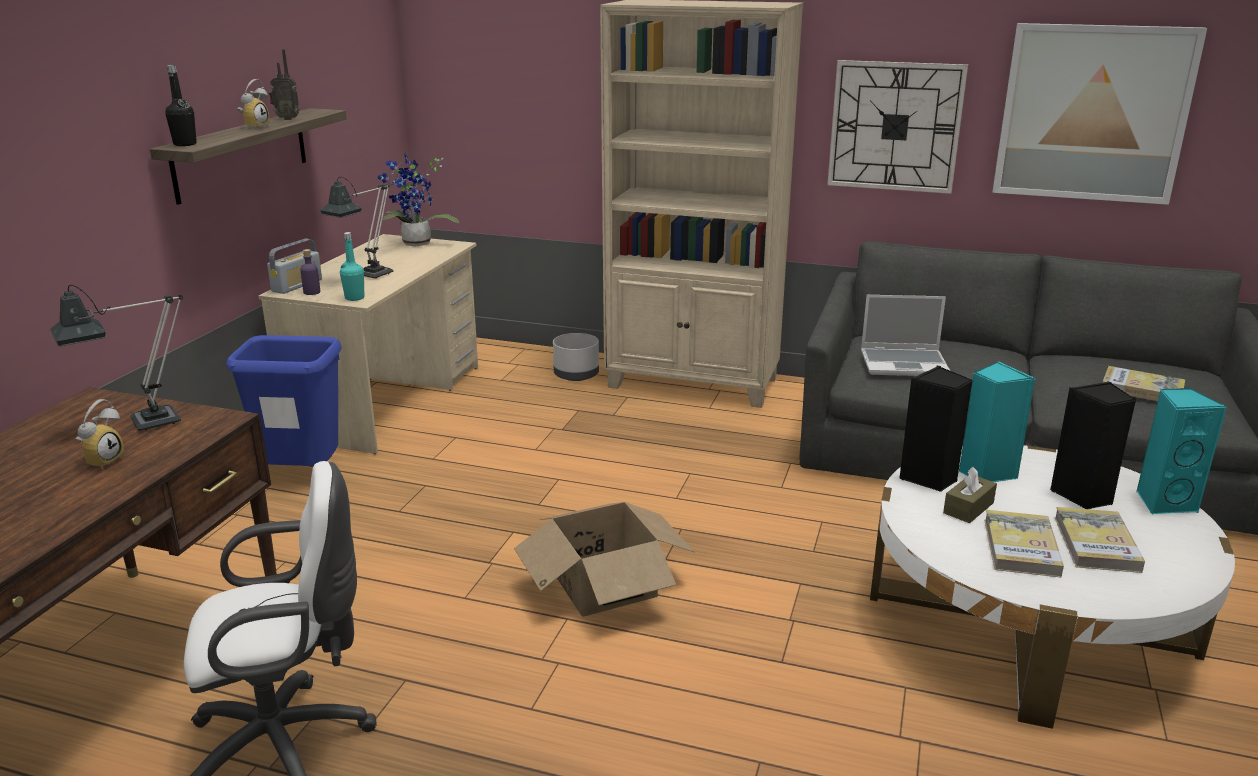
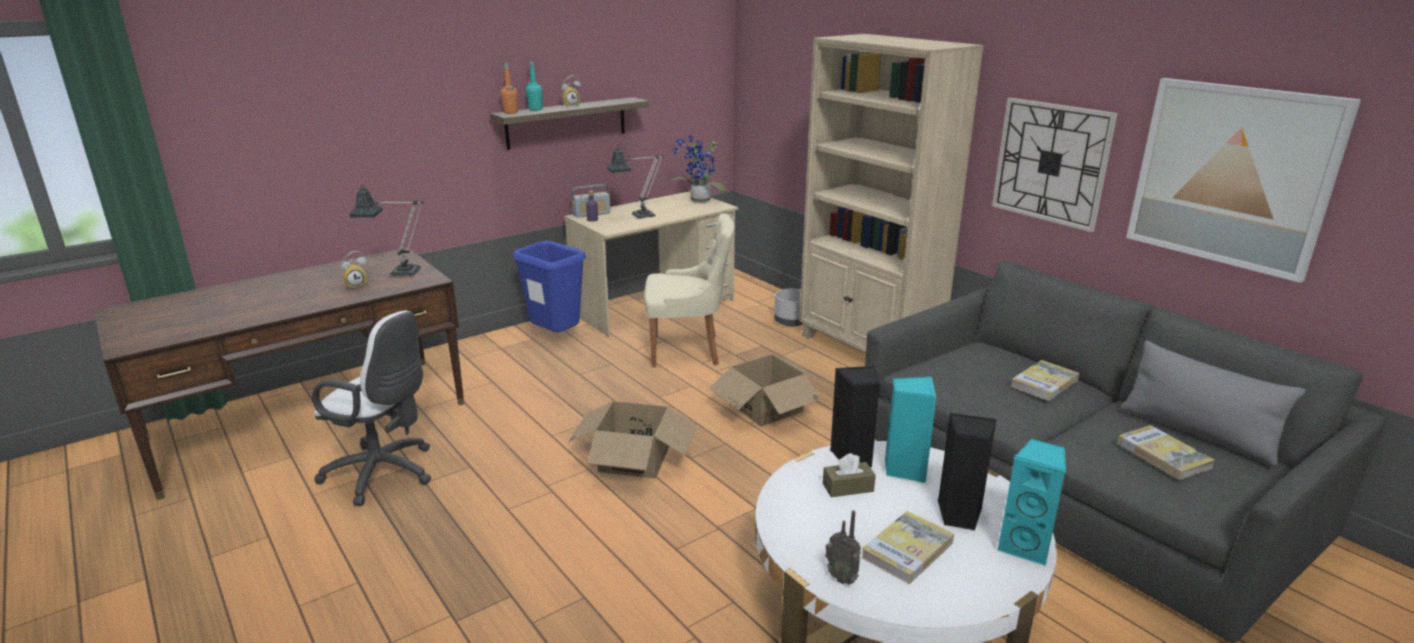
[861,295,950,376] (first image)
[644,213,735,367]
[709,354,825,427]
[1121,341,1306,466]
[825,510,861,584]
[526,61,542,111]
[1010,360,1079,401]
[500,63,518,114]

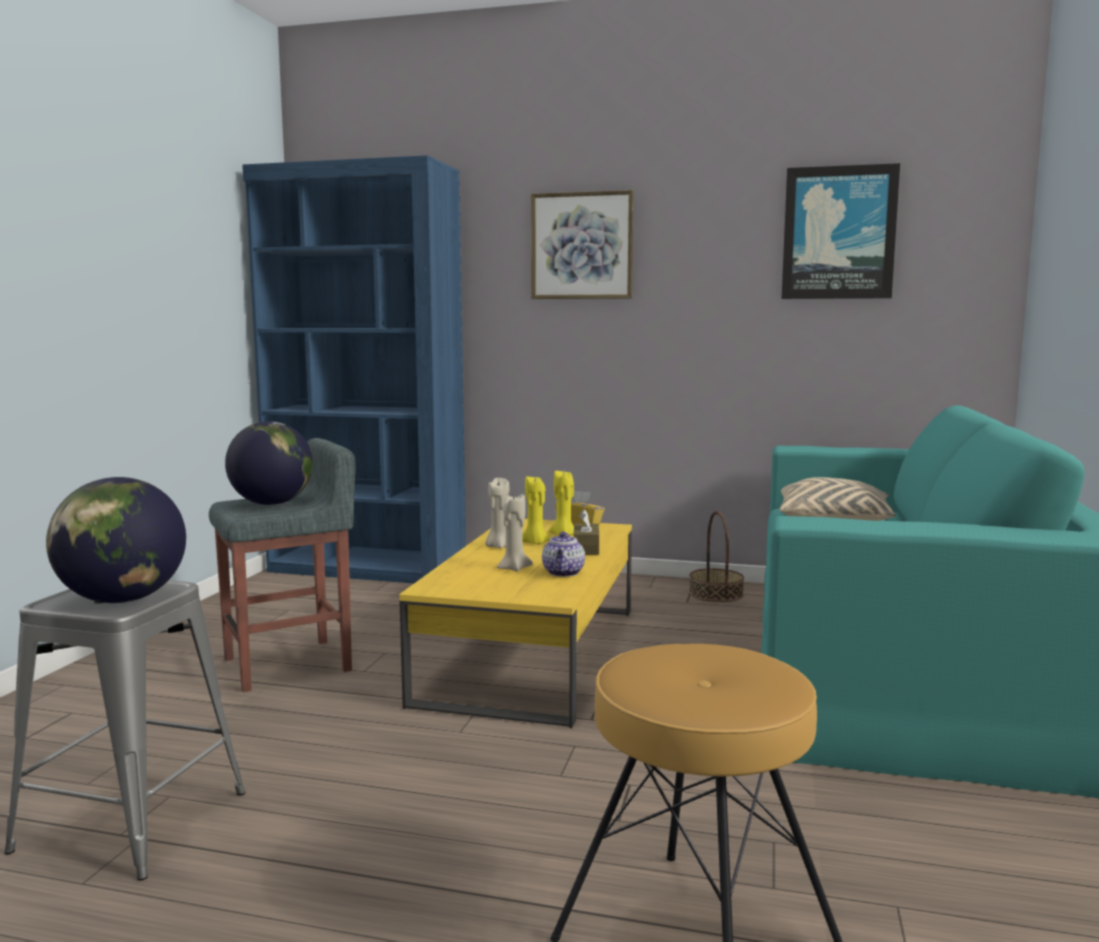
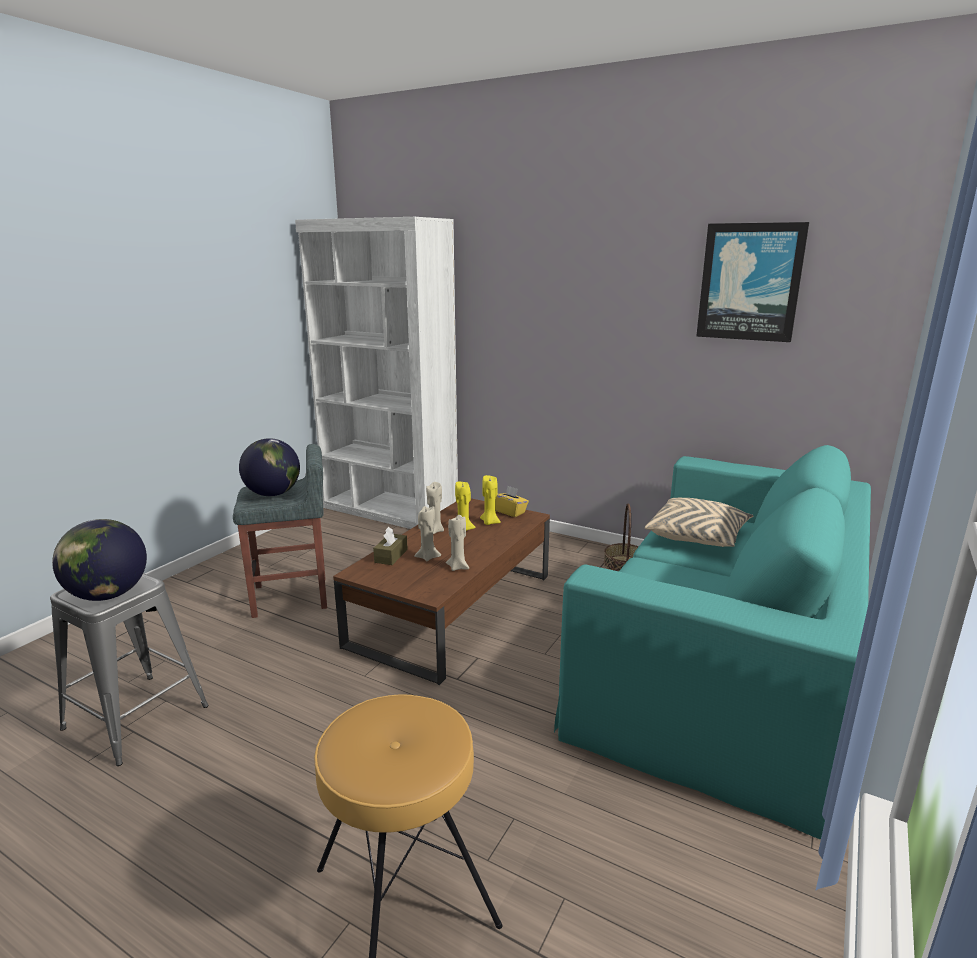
[531,190,634,299] (first image)
[373,527,408,565]
[446,515,469,571]
[295,217,458,529]
[333,498,550,685]

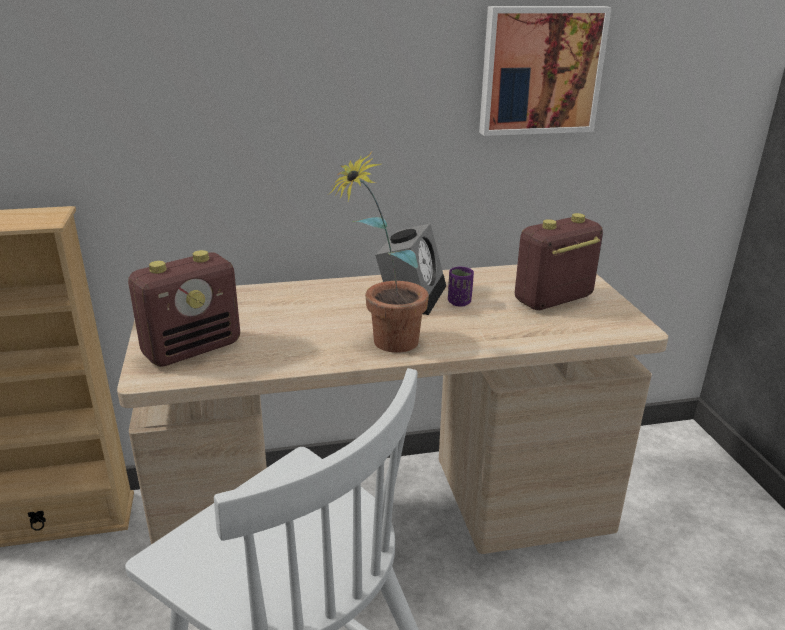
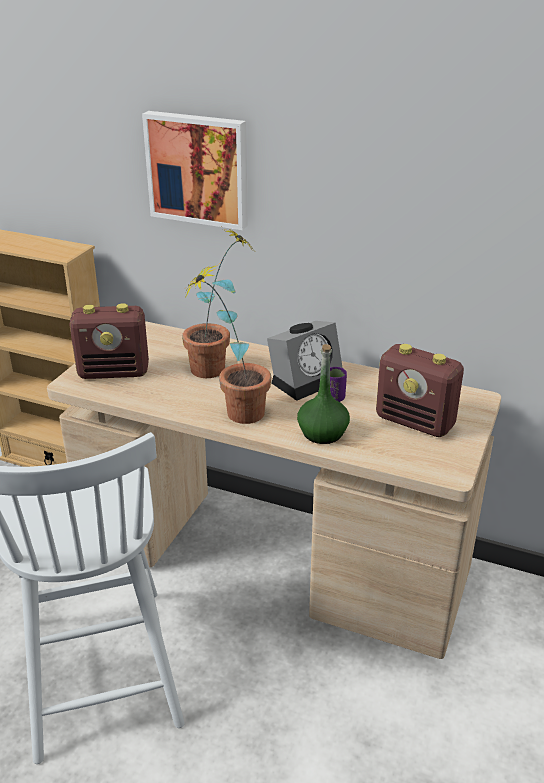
[182,227,253,378]
[297,344,350,444]
[142,111,248,230]
[376,344,464,437]

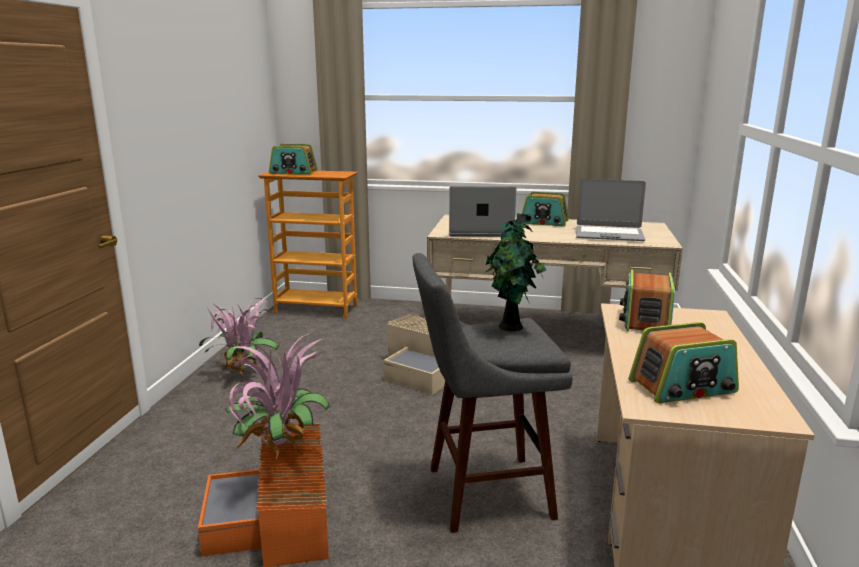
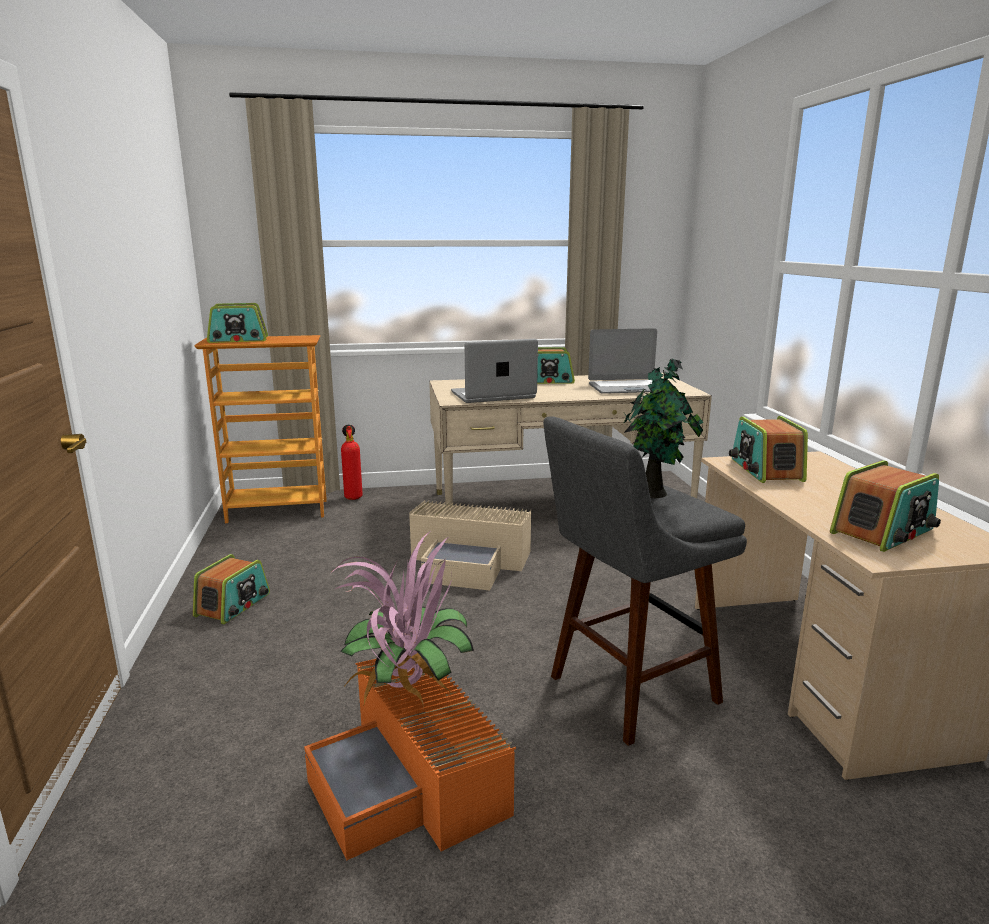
[341,425,363,500]
[193,554,270,624]

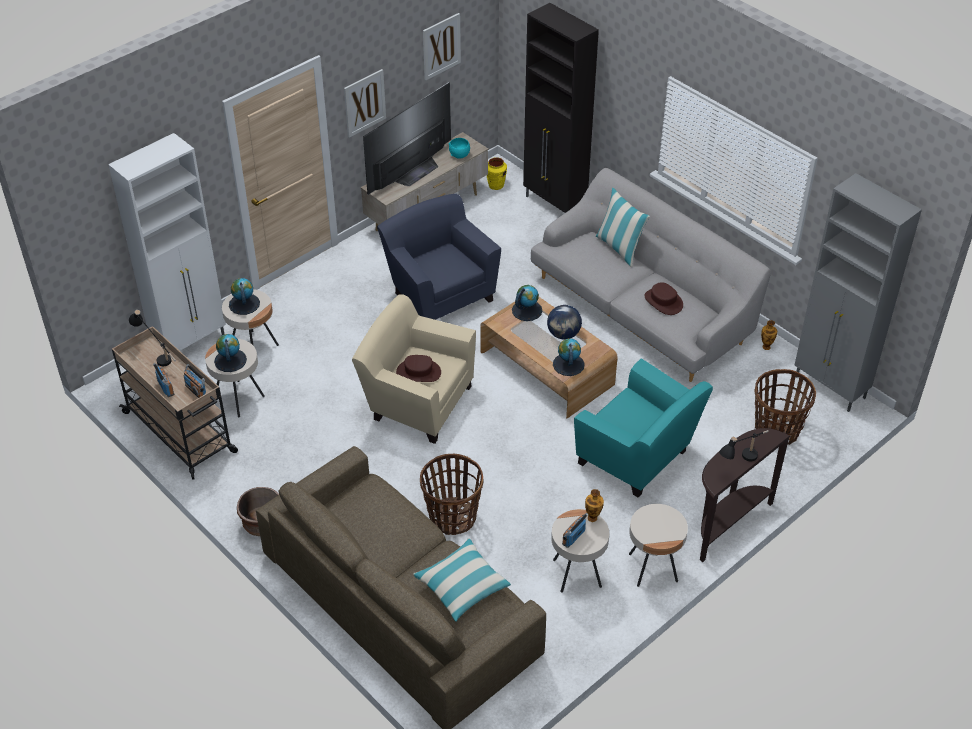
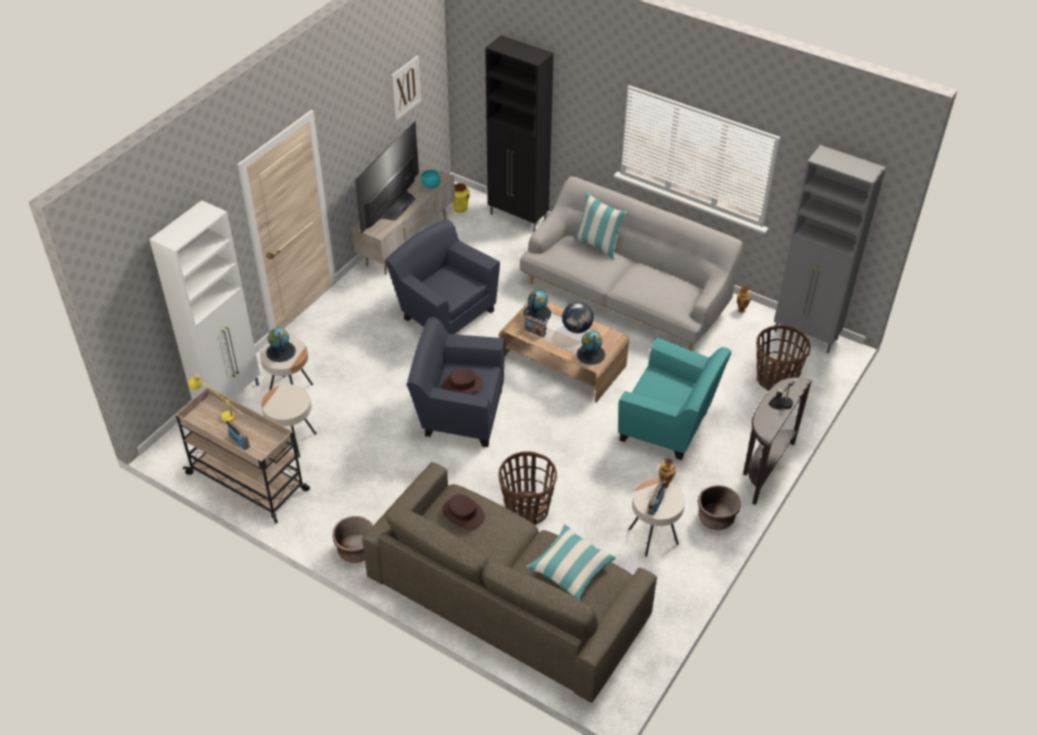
[214,334,247,372] (first image)
[344,69,386,138] (first image)
[524,310,548,337]
[442,494,485,530]
[698,485,741,530]
[188,373,244,422]
[407,317,505,447]

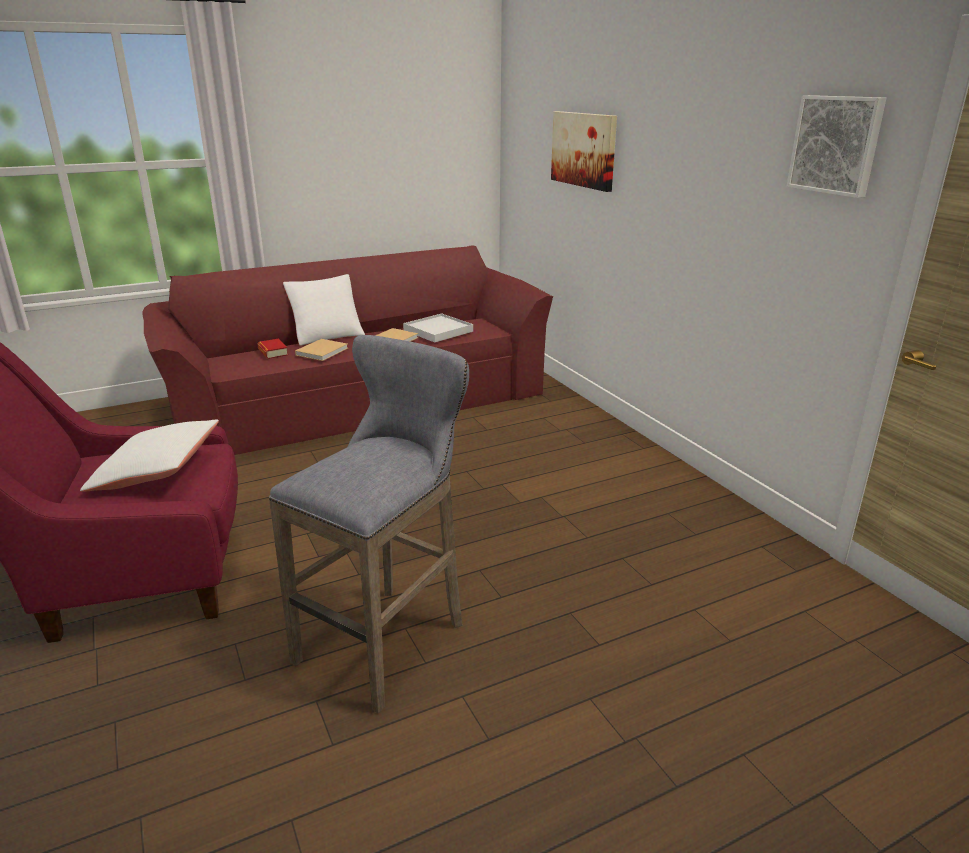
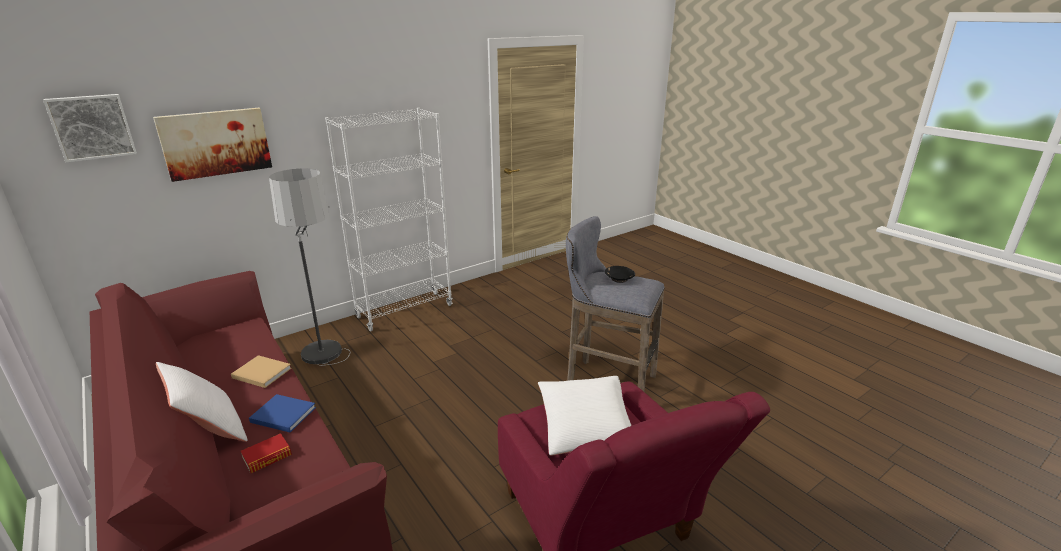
[403,313,473,343] (first image)
[269,168,350,366]
[325,108,453,331]
[605,266,635,283]
[43,94,137,163]
[249,394,316,432]

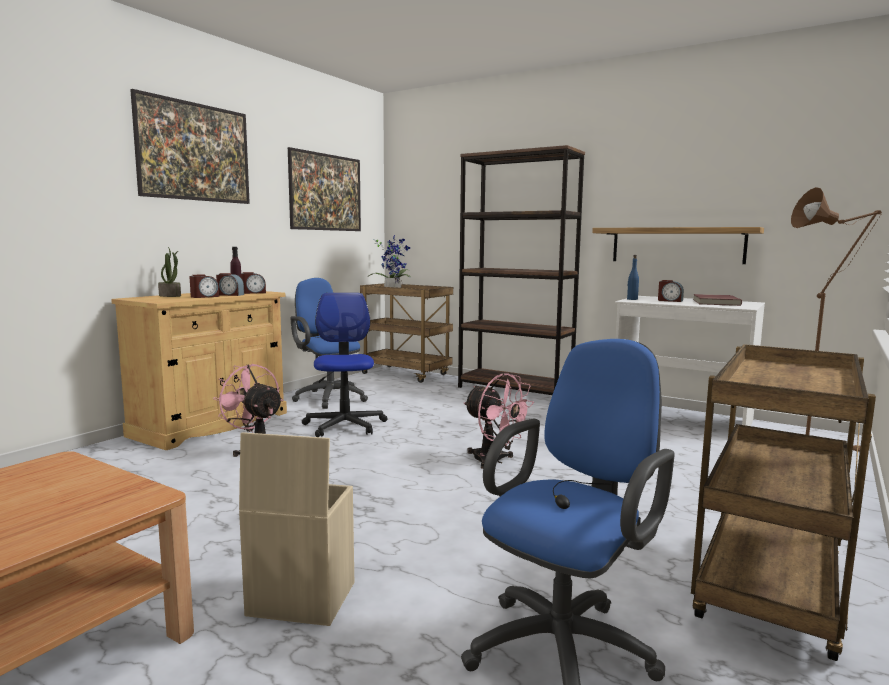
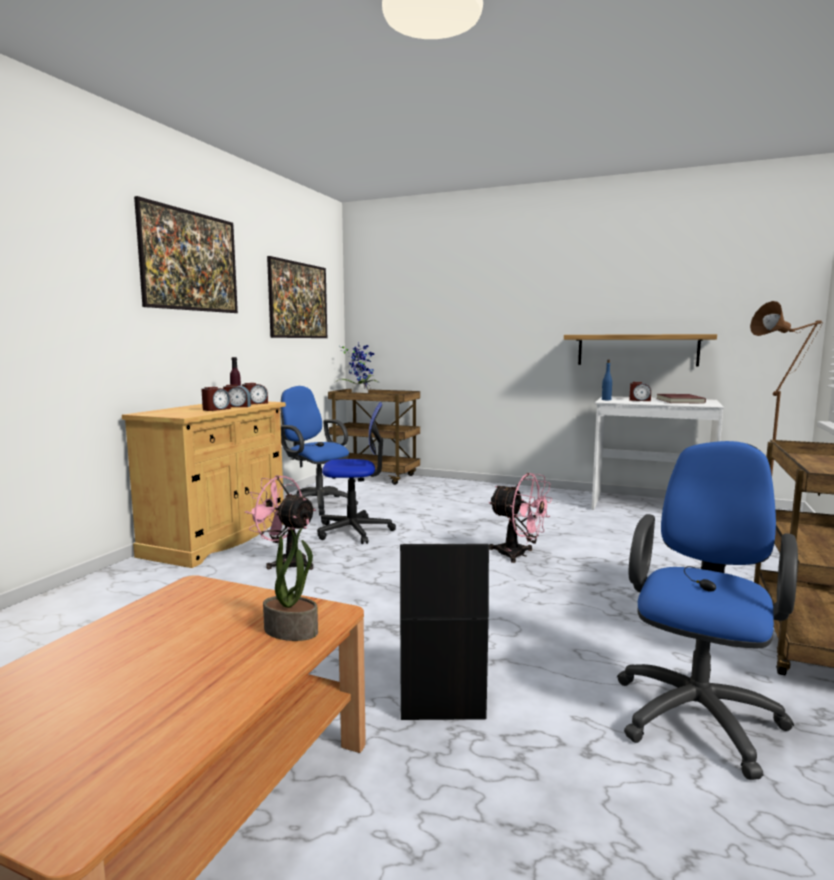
[458,145,585,395] (first image)
[263,528,318,641]
[400,544,489,720]
[317,402,396,544]

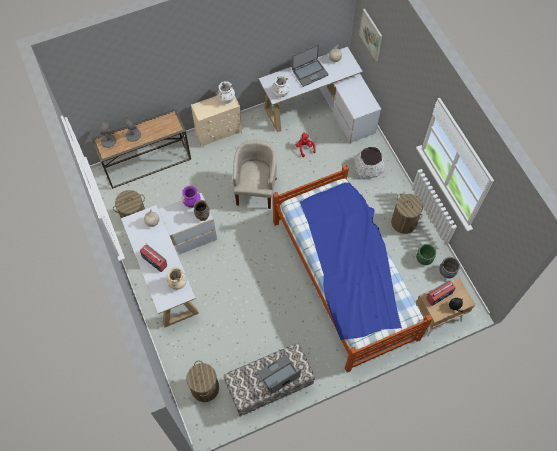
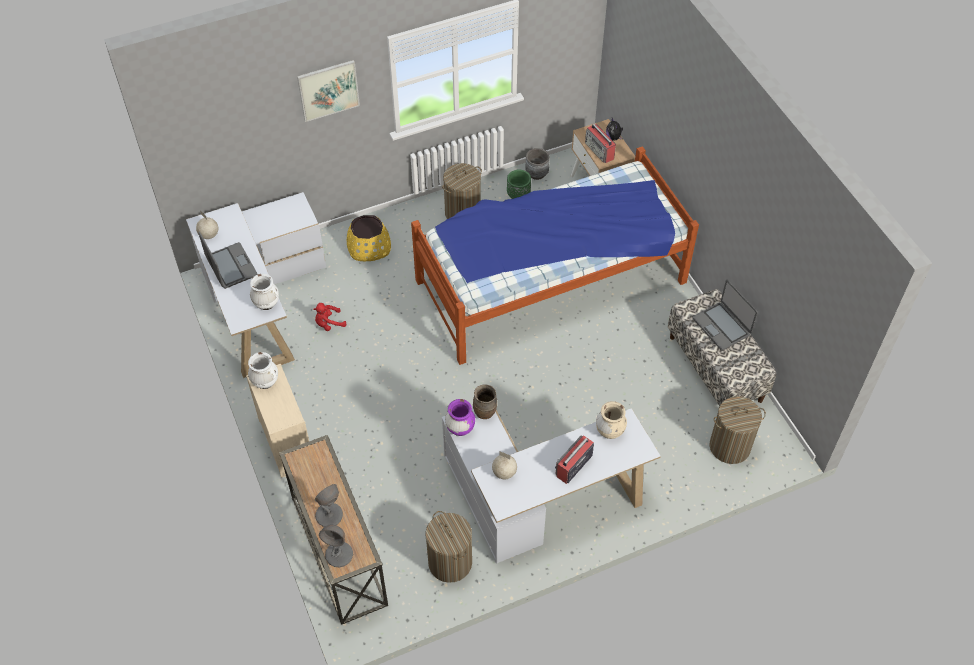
[233,139,277,209] (first image)
[297,60,360,122]
[347,215,391,261]

